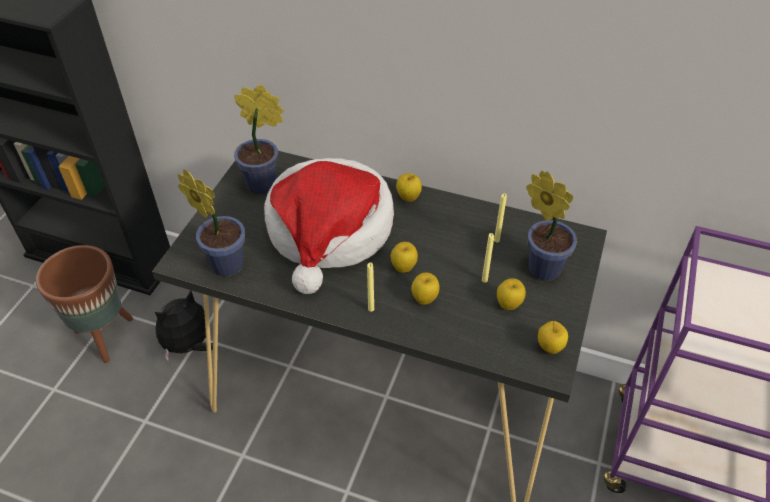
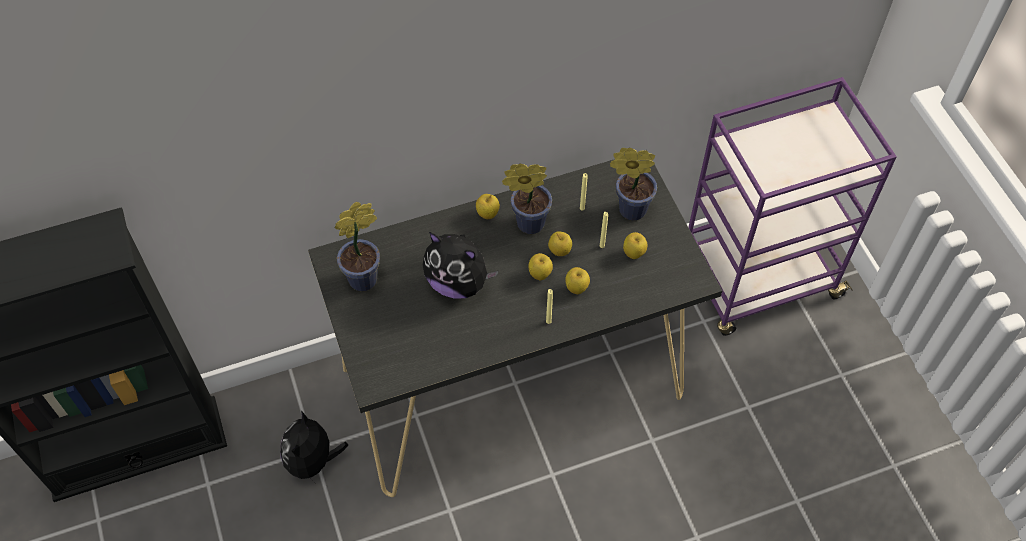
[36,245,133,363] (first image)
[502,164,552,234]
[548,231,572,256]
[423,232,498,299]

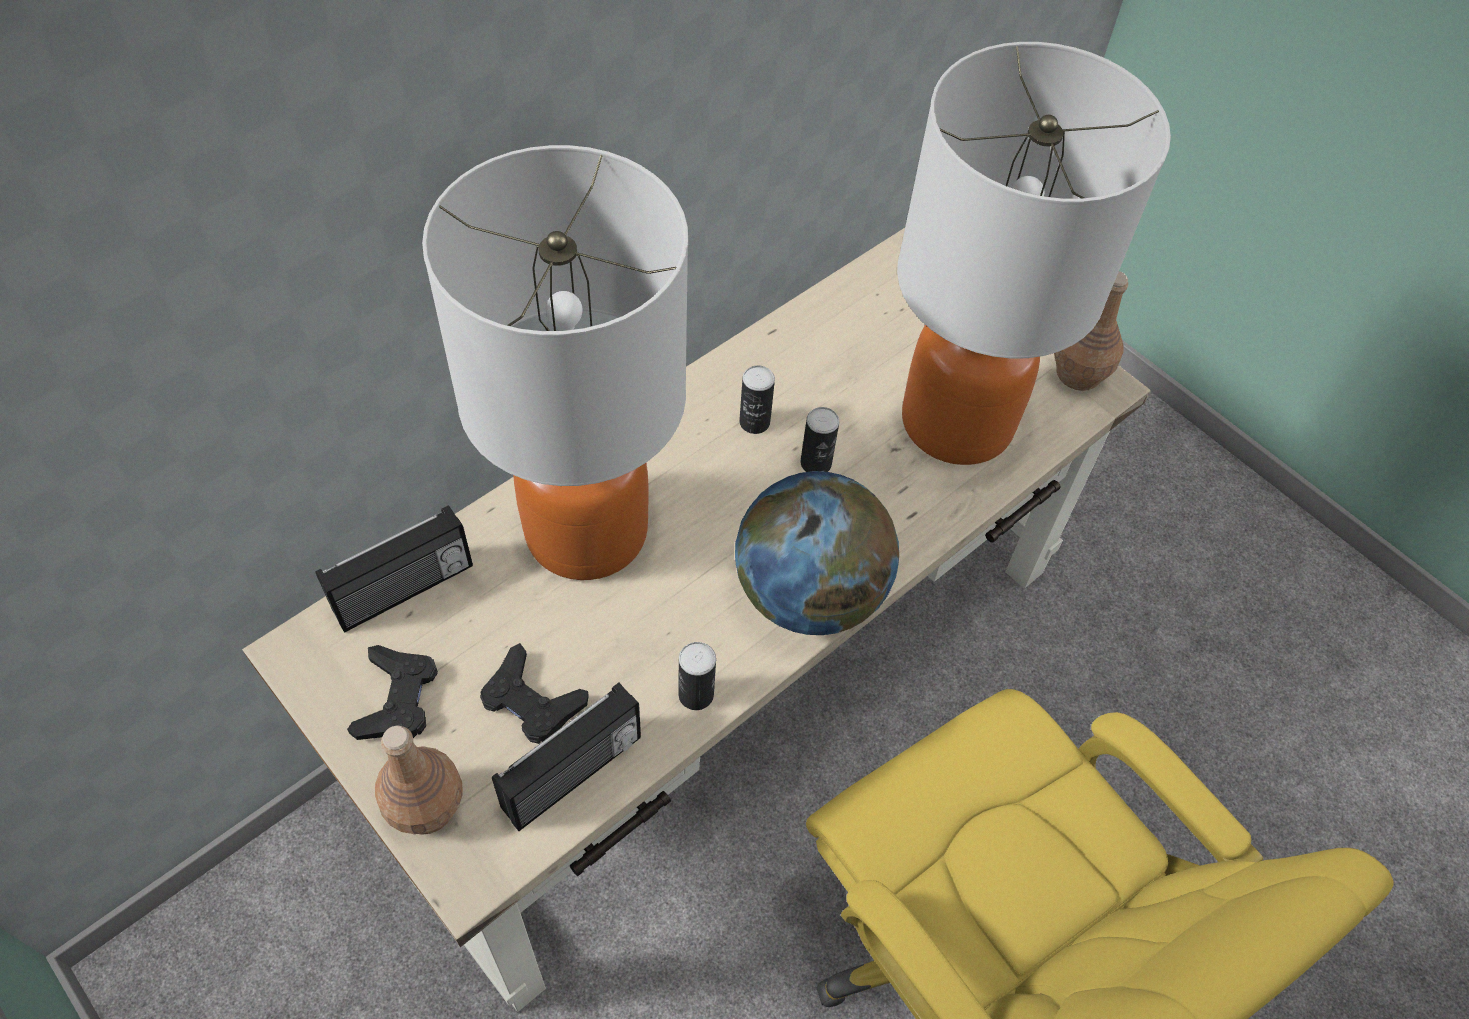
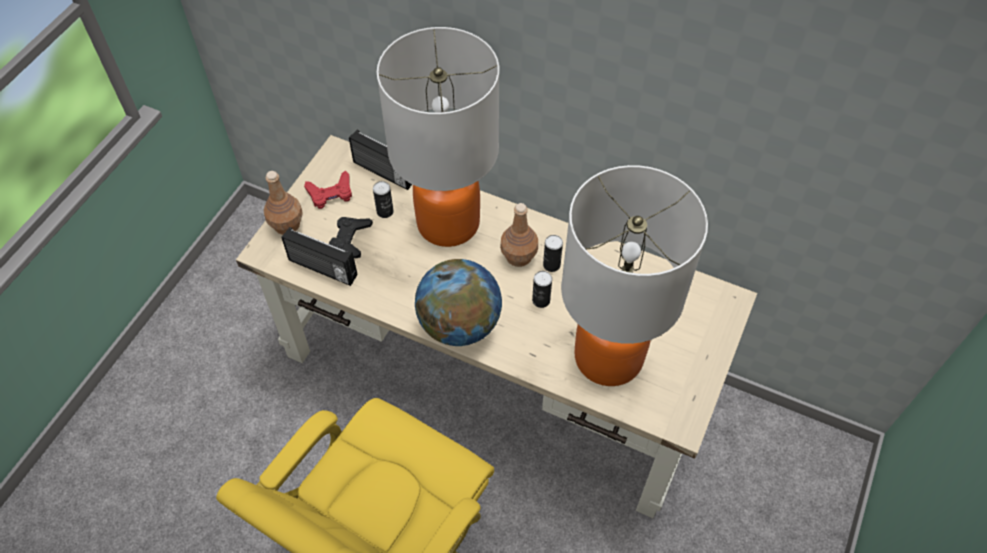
[373,181,394,218]
[500,203,538,267]
[304,171,352,209]

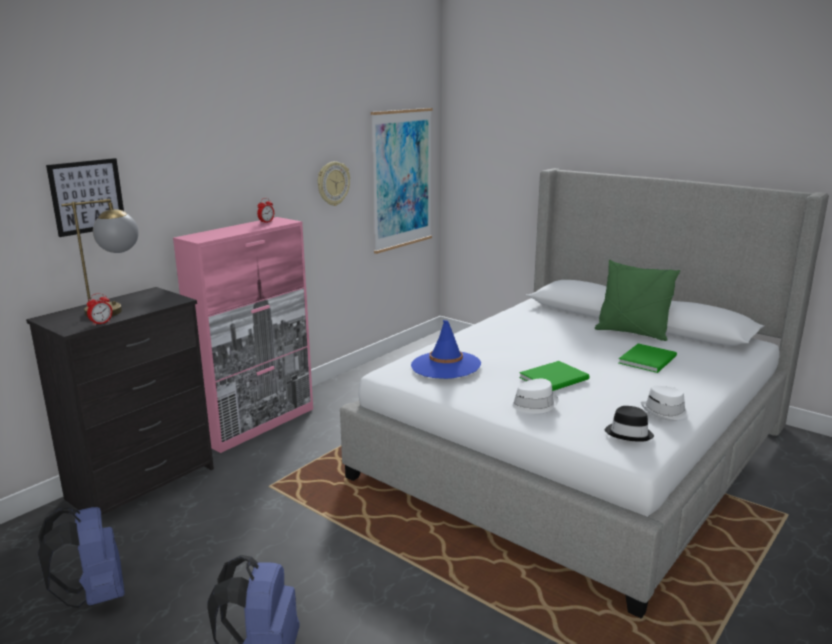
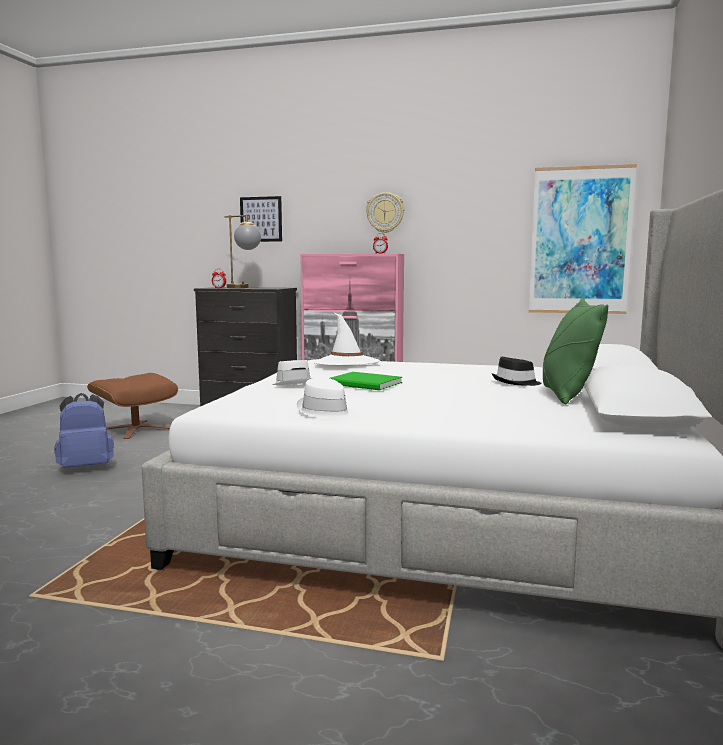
[619,343,677,373] (first image)
[366,192,405,233]
[492,357,542,386]
[87,373,178,439]
[313,313,380,365]

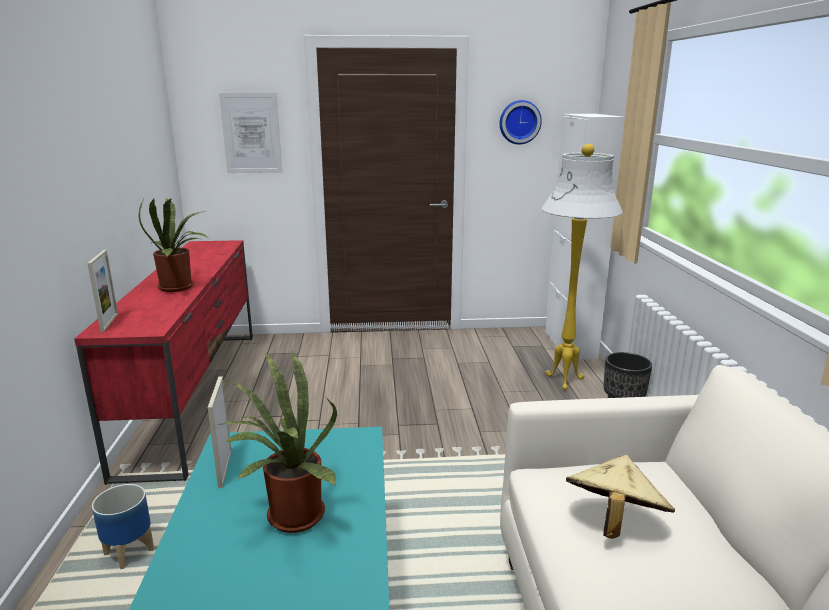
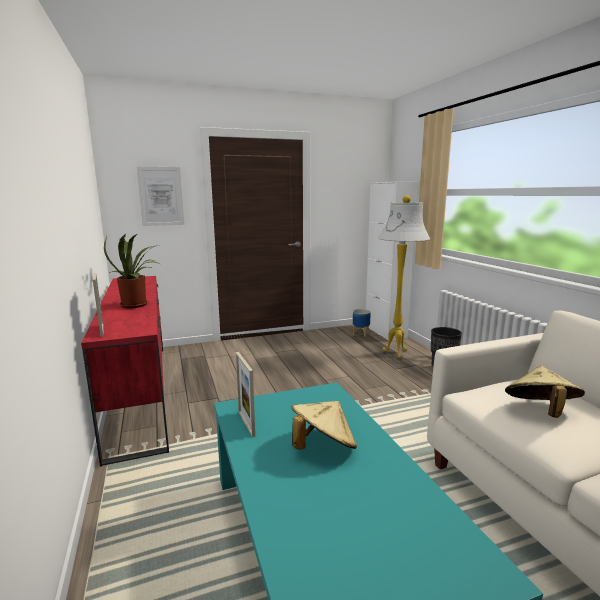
[500,100,542,145] (first image)
[353,309,371,337]
[292,401,357,450]

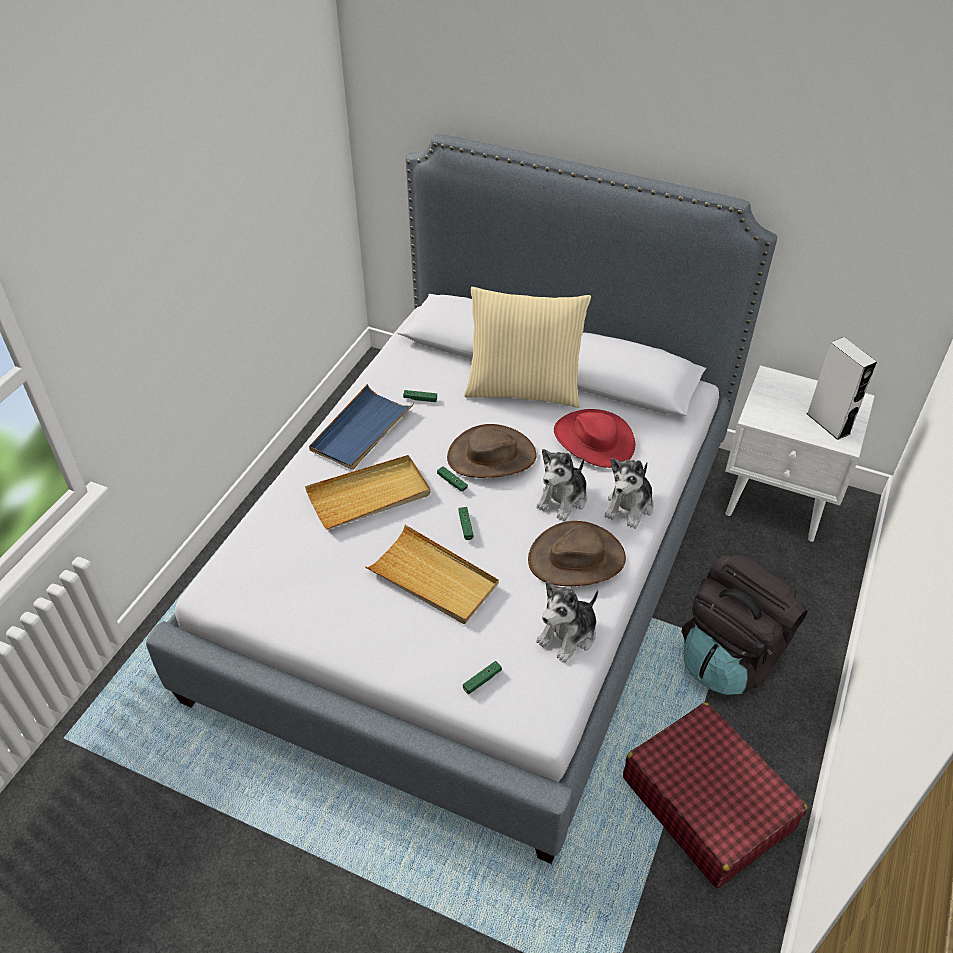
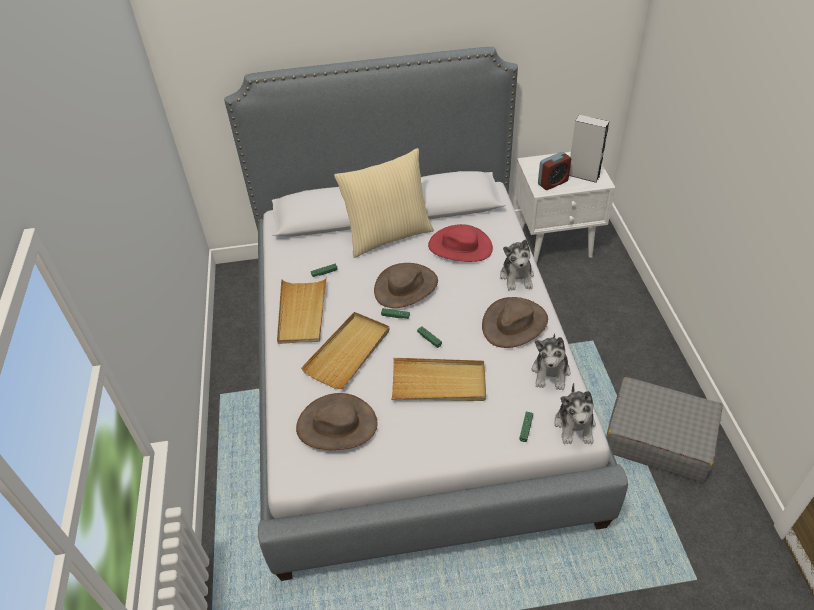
[681,554,808,695] (first image)
[296,393,378,450]
[538,152,571,190]
[554,383,596,444]
[277,277,327,344]
[606,377,723,482]

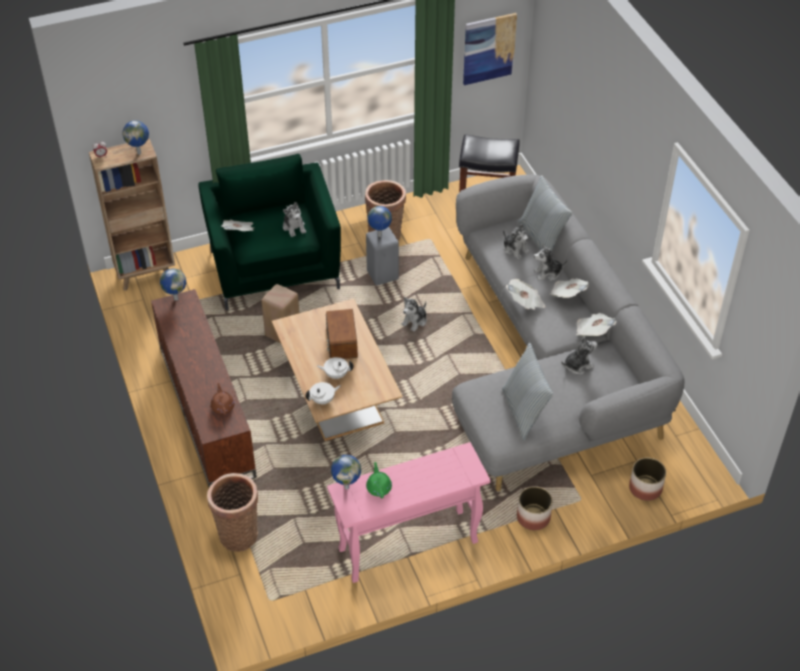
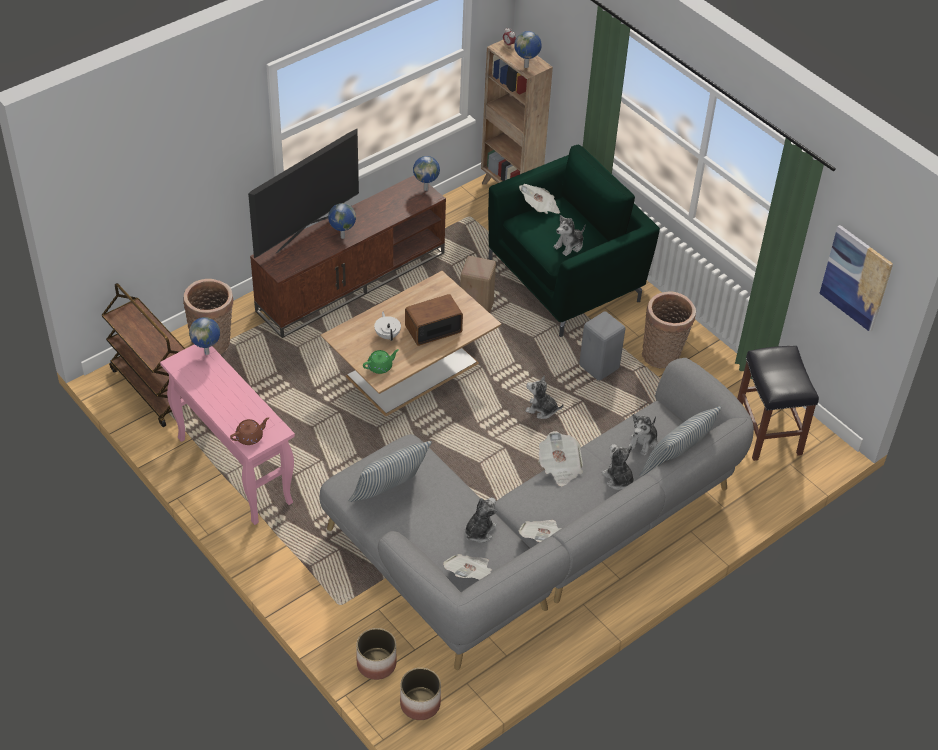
[305,382,340,405] (first image)
[102,283,185,427]
[248,129,359,258]
[230,417,269,445]
[363,349,399,374]
[328,203,356,239]
[400,668,441,720]
[443,554,492,580]
[465,497,497,543]

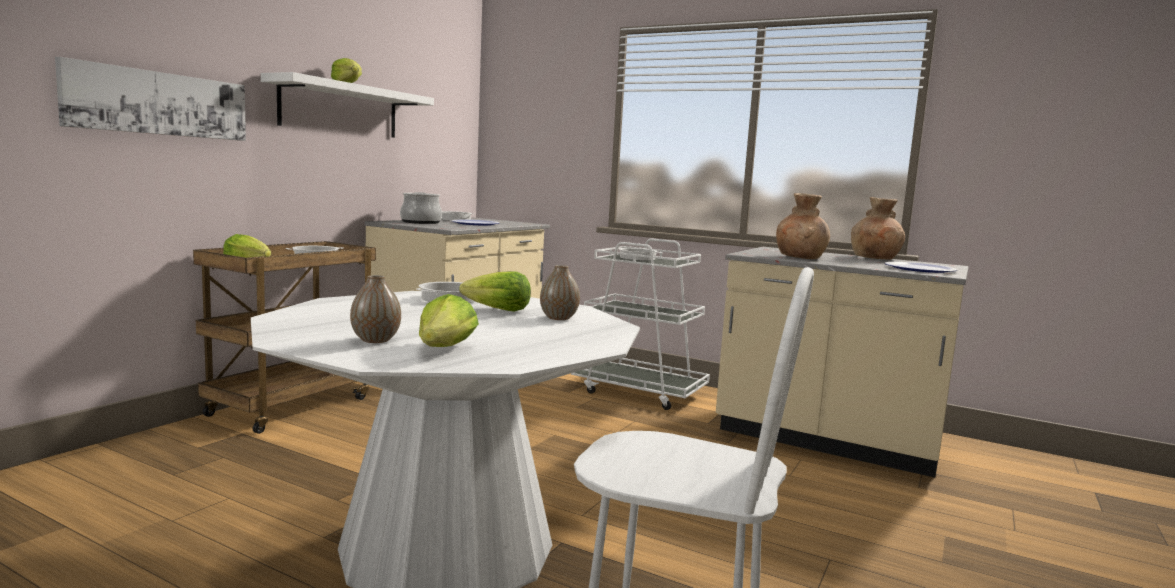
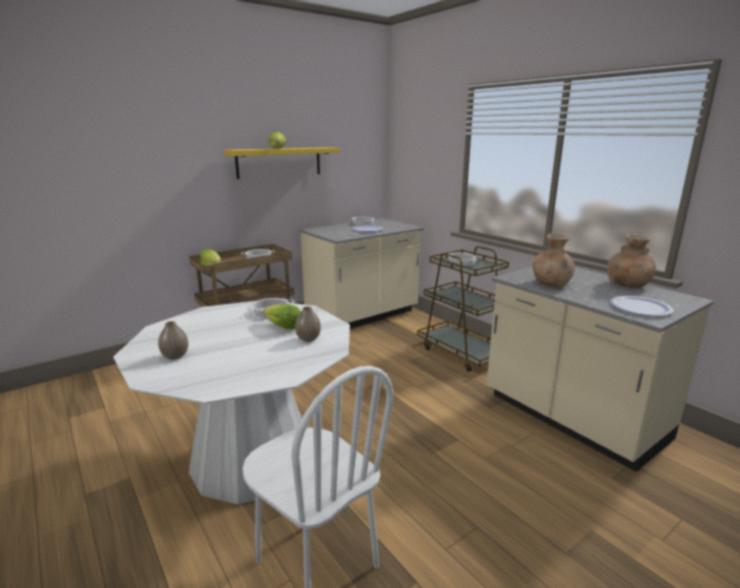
[55,57,246,141] (first image)
[400,192,442,224] (first image)
[419,294,479,347] (first image)
[224,147,340,179]
[417,246,509,372]

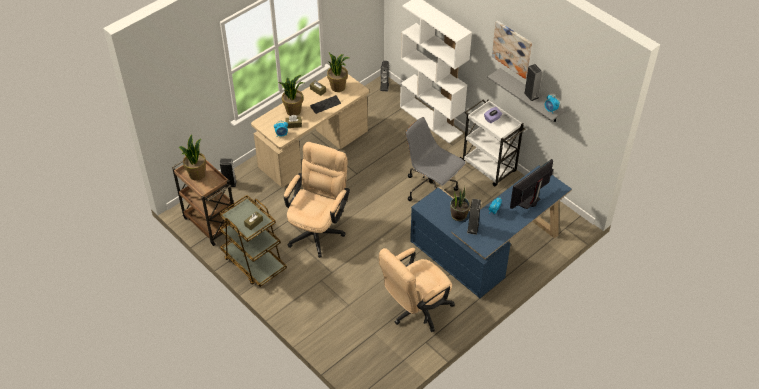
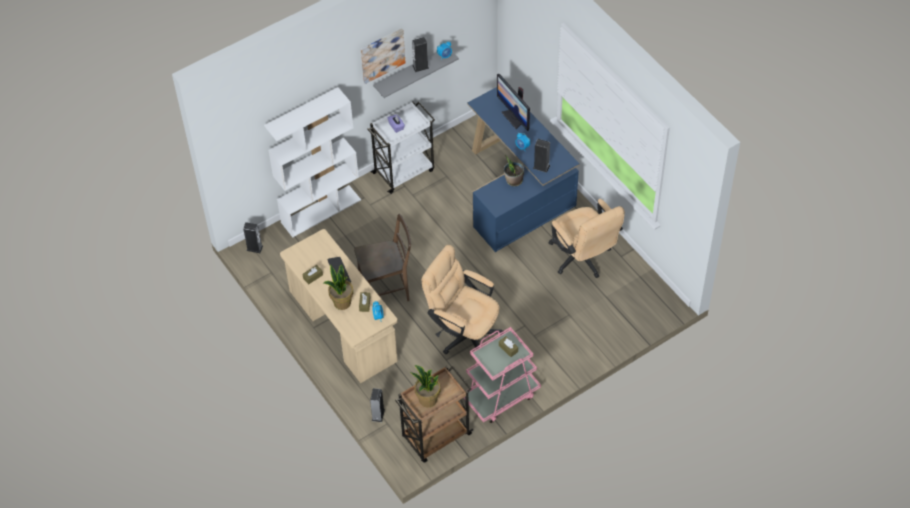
[327,53,350,92] (first image)
[405,117,466,201] (first image)
[354,214,411,301]
[464,327,541,423]

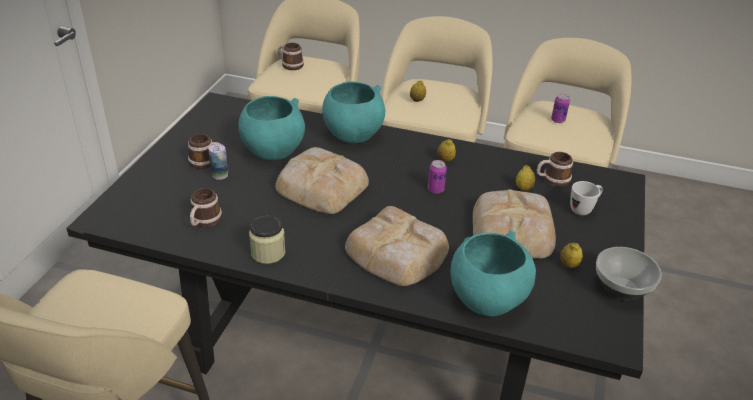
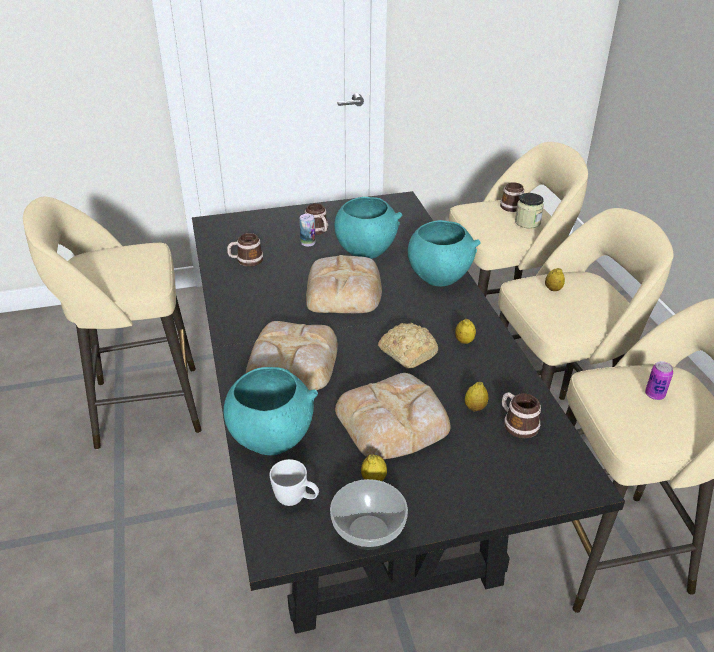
[515,193,544,229]
[269,459,319,506]
[378,323,438,369]

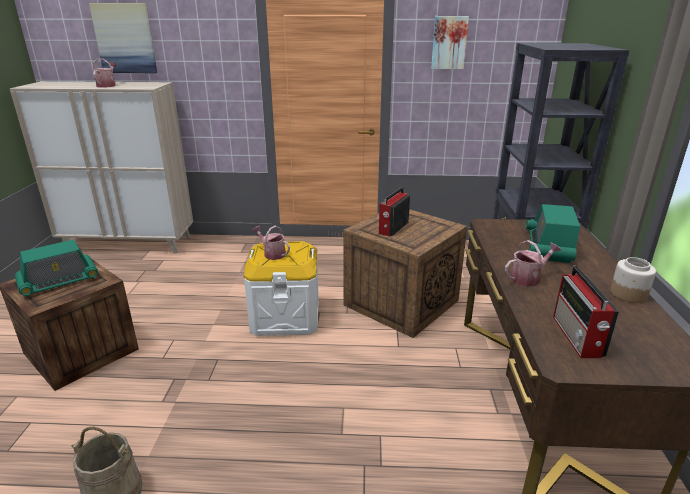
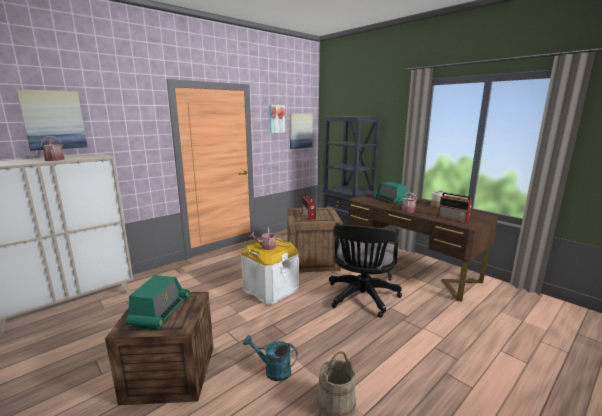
[243,335,298,381]
[290,113,313,149]
[329,223,402,318]

